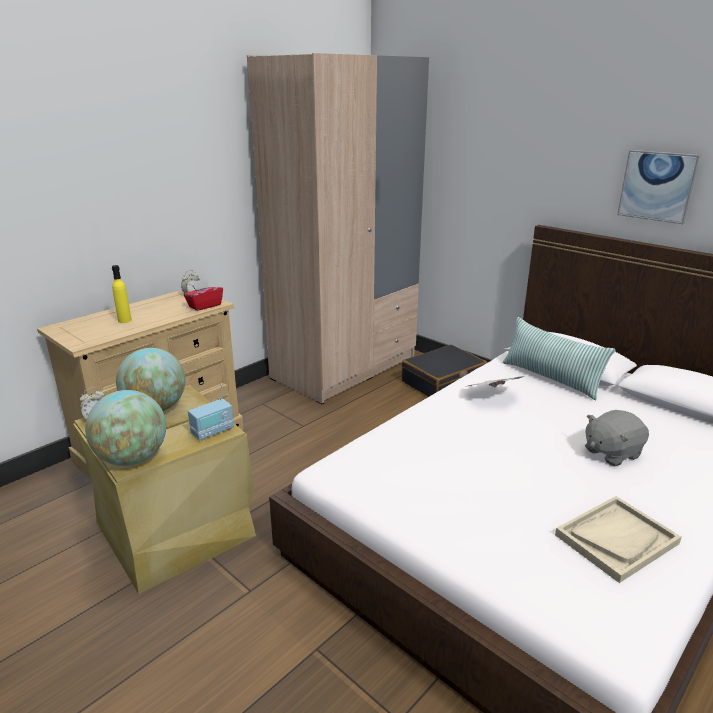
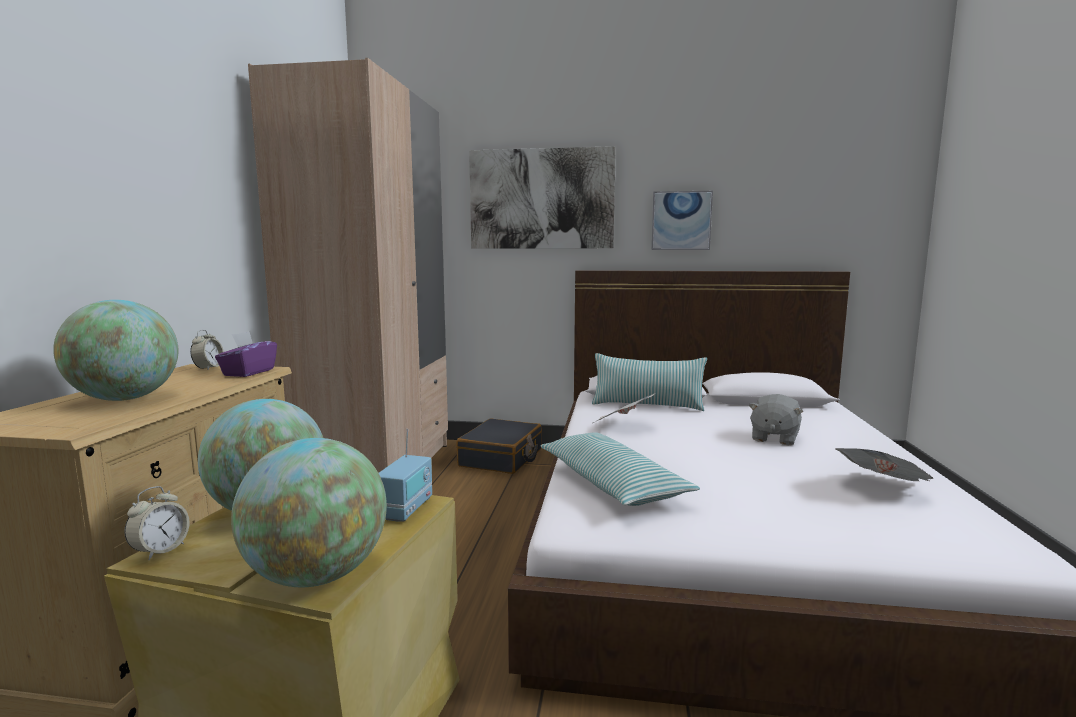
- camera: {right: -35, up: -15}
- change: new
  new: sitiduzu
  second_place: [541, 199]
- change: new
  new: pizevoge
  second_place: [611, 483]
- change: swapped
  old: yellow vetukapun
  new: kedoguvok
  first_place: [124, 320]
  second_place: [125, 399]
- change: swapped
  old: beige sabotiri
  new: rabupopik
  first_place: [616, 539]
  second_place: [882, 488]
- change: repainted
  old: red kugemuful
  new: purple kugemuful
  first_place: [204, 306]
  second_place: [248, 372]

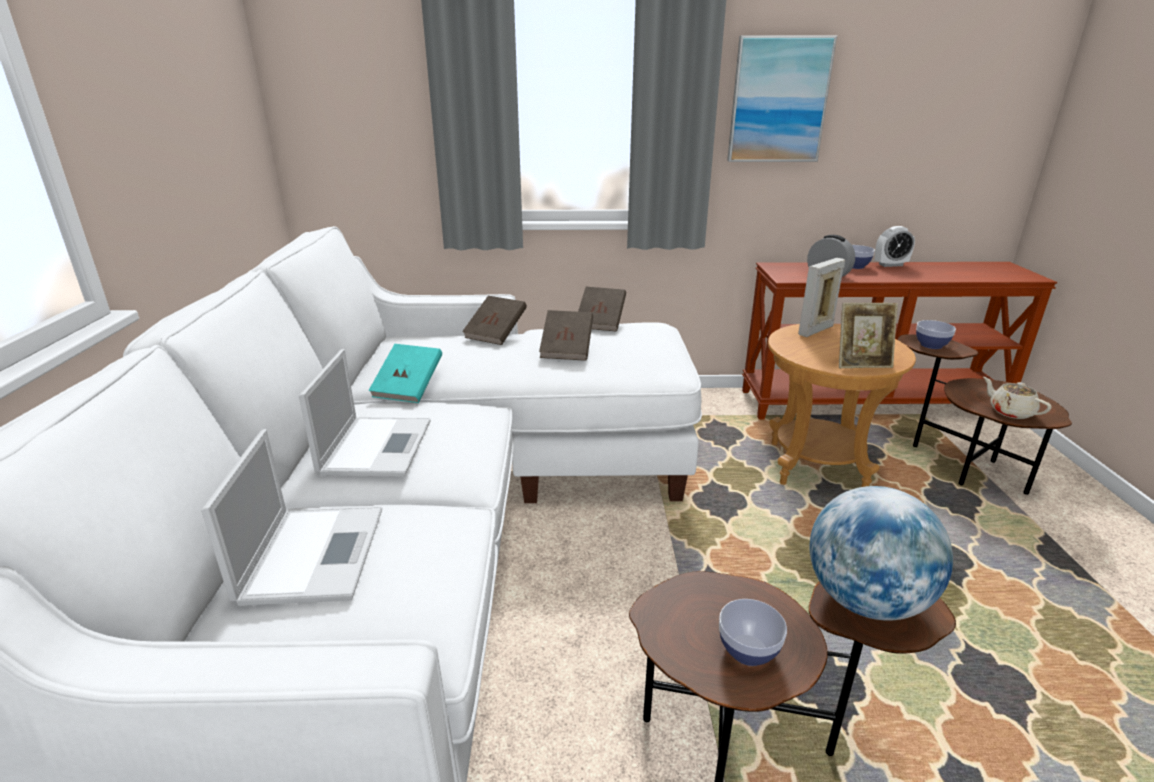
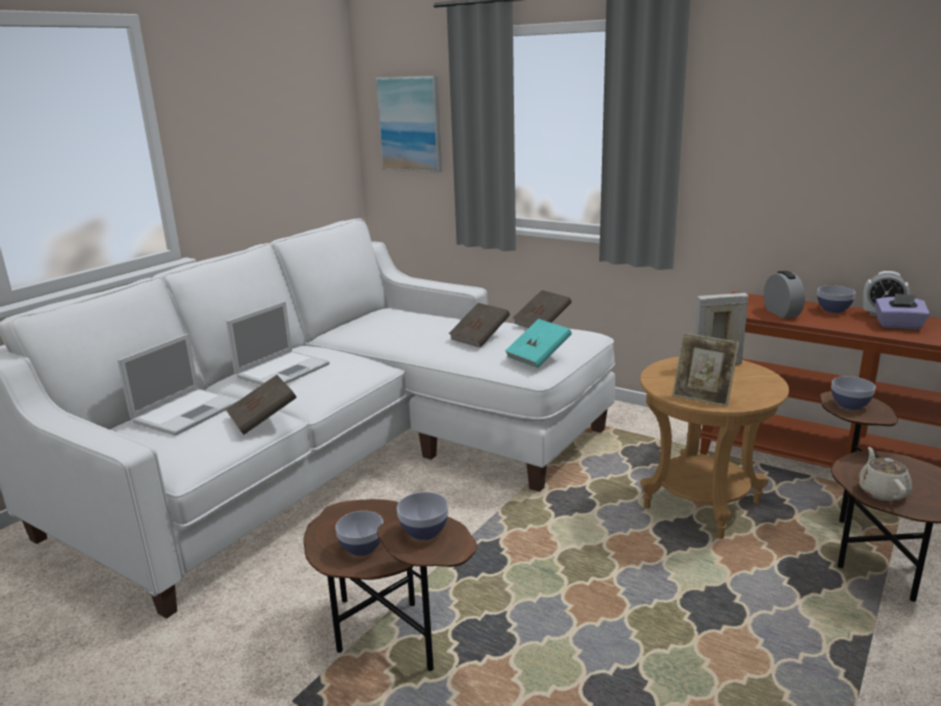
- camera: {right: 35, up: -5}
- change: new
  new: purple kugemuful
  second_place: [899, 325]
- change: shifted
  old: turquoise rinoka
  first_place: [409, 388]
  second_place: [538, 357]
- change: shifted
  old: brown rinoka
  first_place: [496, 334]
  second_place: [263, 419]
- change: shifted
  old: sitiduzu
  first_place: [778, 100]
  second_place: [410, 124]
- change: swapped
  old: kedoguvok
  new: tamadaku
  first_place: [865, 601]
  second_place: [424, 532]

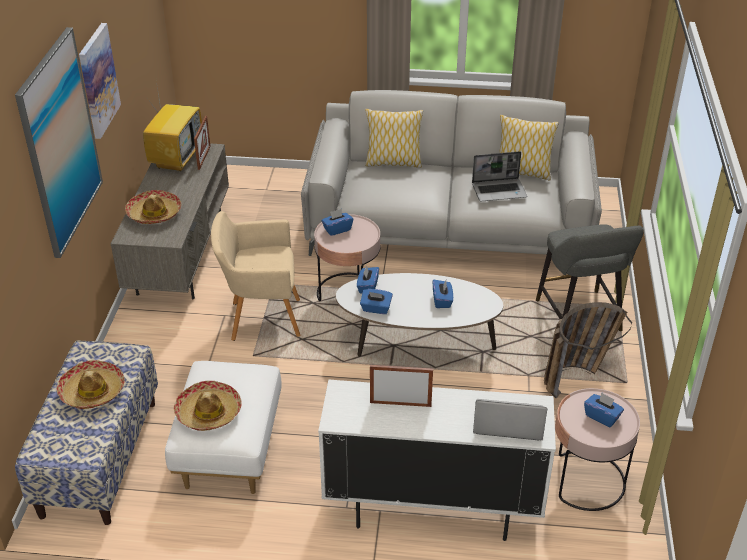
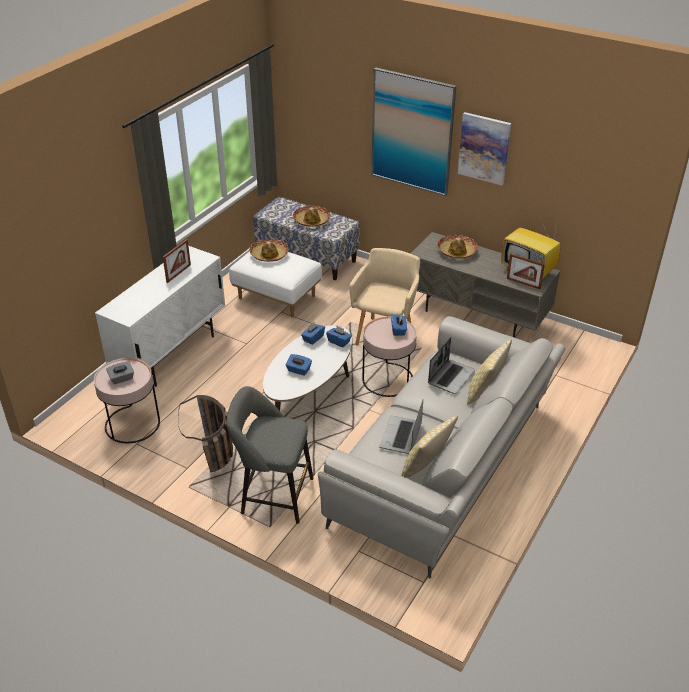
- camera: {right: 115, up: 0}
- change: shifted
  old: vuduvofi
  first_place: [507, 422]
  second_place: [451, 377]
- change: repainted
  old: blue kugemuful
  new: grey kugemuful
  first_place: [602, 416]
  second_place: [122, 378]

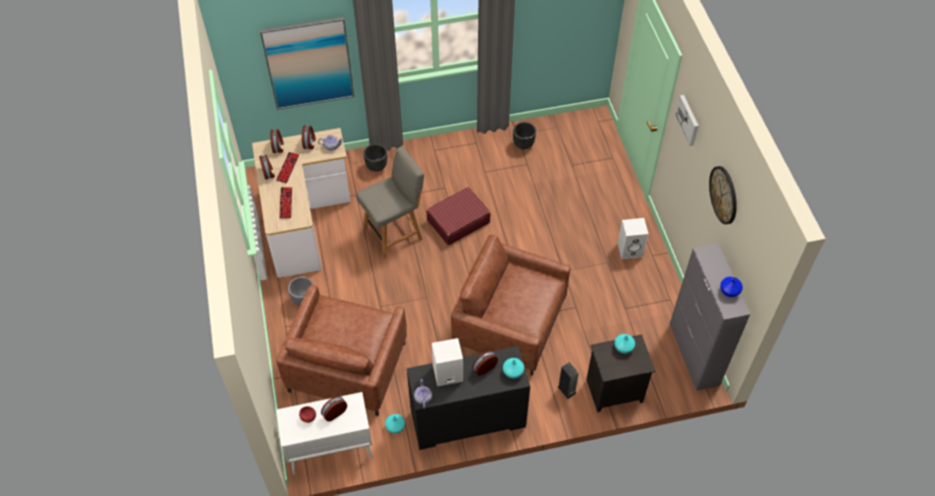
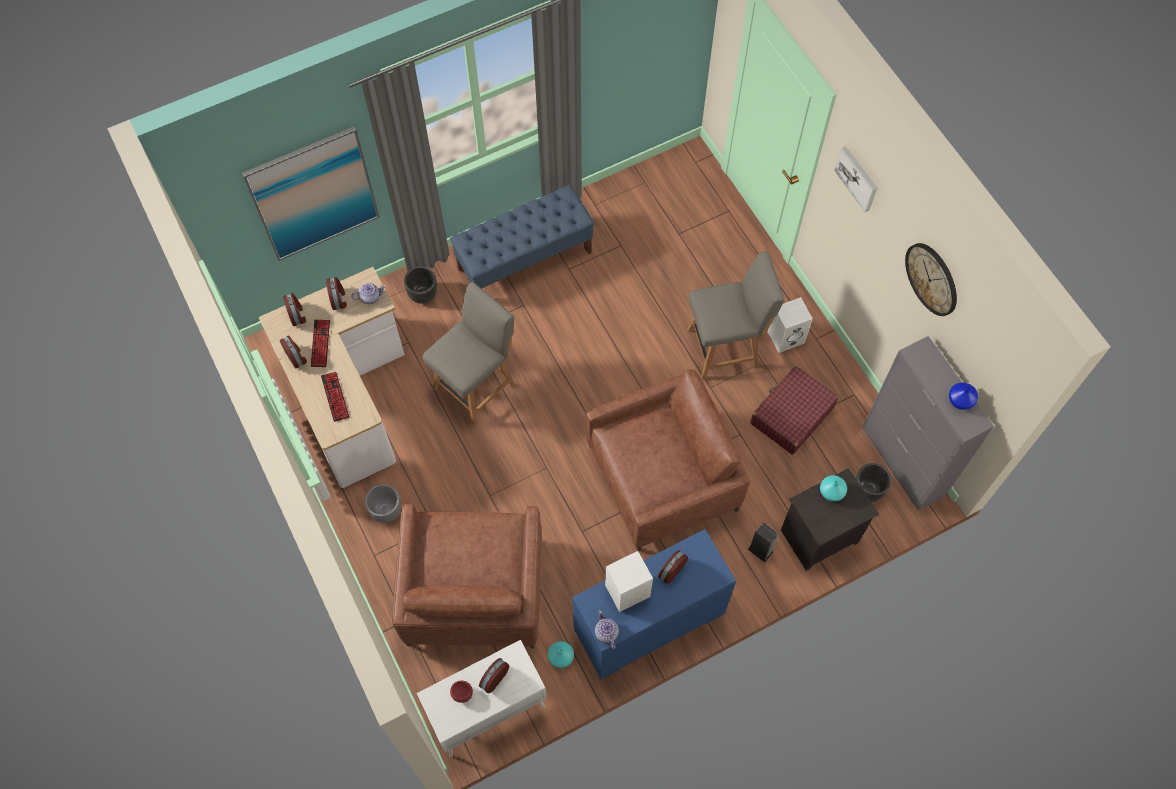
- camera: {right: -15, up: 10}
- change: gone
  old: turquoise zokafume
  first_place: [513, 372]
- change: new
  new: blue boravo
  second_place: [525, 260]
- change: new
  new: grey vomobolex
  second_place: [725, 347]
- change: shifted
  old: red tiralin
  first_place: [458, 221]
  second_place: [791, 415]
- change: shifted
  old: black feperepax
  first_place: [523, 144]
  second_place: [867, 490]
- change: repainted
  old: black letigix
  new: blue letigix
  first_place: [467, 420]
  second_place: [649, 623]
- change: rotated
  old: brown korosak
  first_place: [509, 324]
  second_place: [663, 479]
  degrees: 150

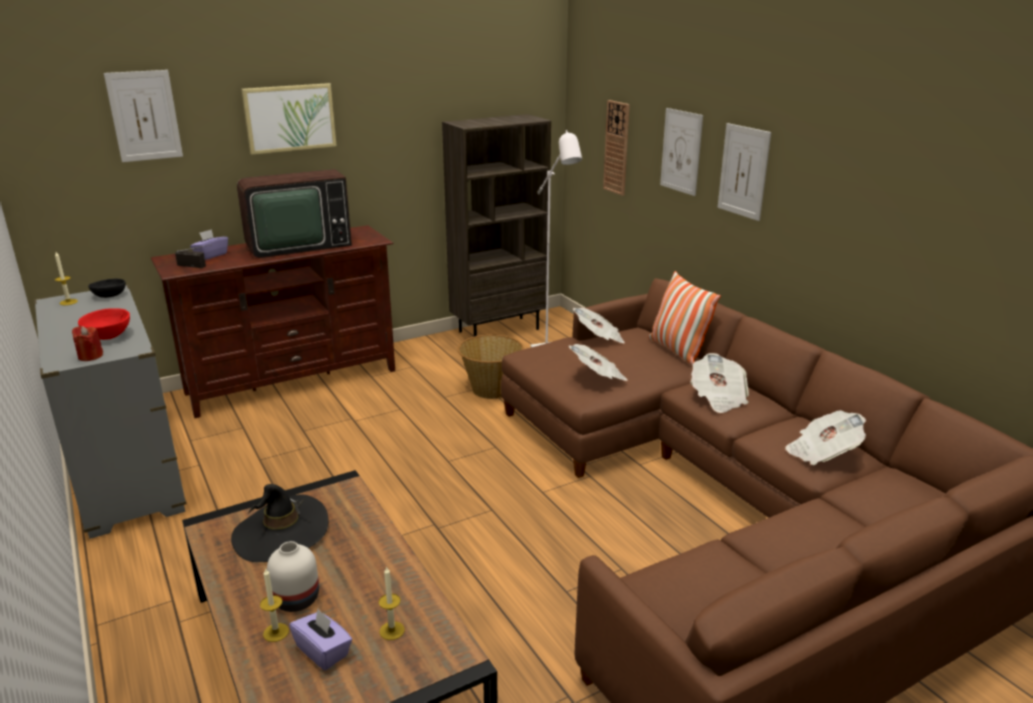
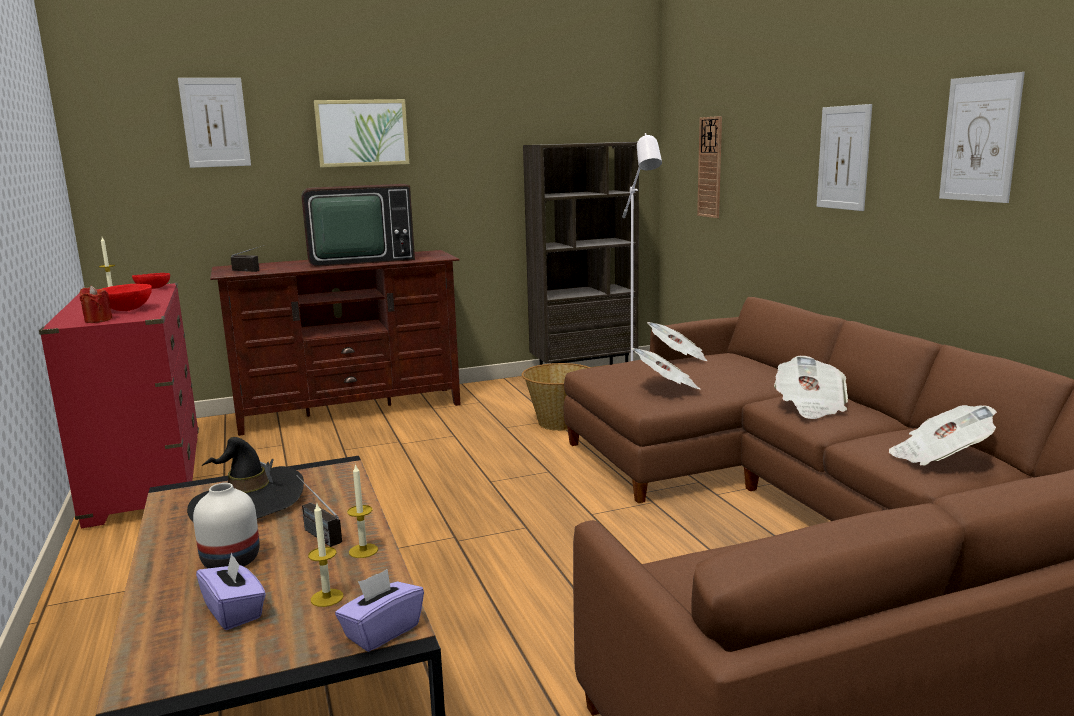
- camera: {right: 10, up: -10}
- change: gone
  old: pizevoge
  first_place: [677, 350]
- change: new
  new: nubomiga
  second_place: [314, 532]
- change: shifted
  old: purple kugemuful
  first_place: [211, 255]
  second_place: [382, 631]
- change: shifted
  old: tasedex
  first_place: [276, 632]
  second_place: [363, 551]
- change: shifted
  old: sitiduzu
  first_place: [681, 151]
  second_place: [980, 139]
- change: repainted
  old: grey letigix
  new: red letigix
  first_place: [126, 476]
  second_place: [147, 479]
- change: repainted
  old: black tamadaku
  new: red tamadaku
  first_place: [109, 295]
  second_place: [153, 288]

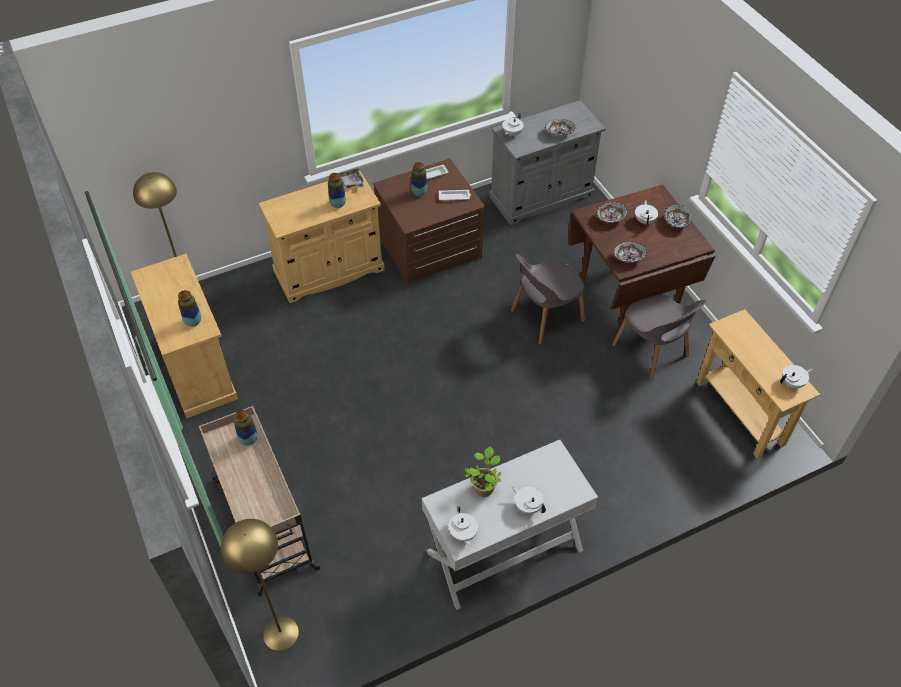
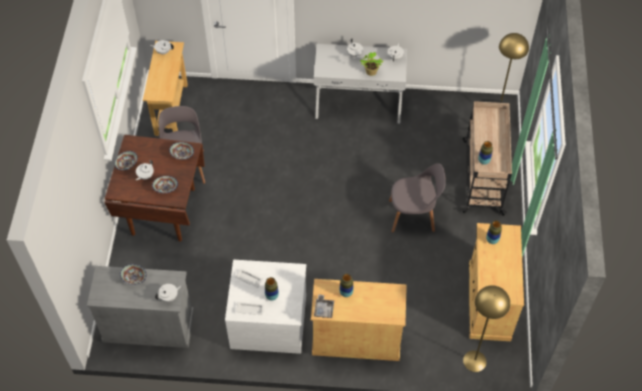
- camera: {right: -150, up: 5}
- change: shifted
  old: grey vomobolex
  first_place: [545, 316]
  second_place: [413, 215]
- change: repainted
  old: brown letigix
  new: white letigix
  first_place: [430, 248]
  second_place: [268, 320]

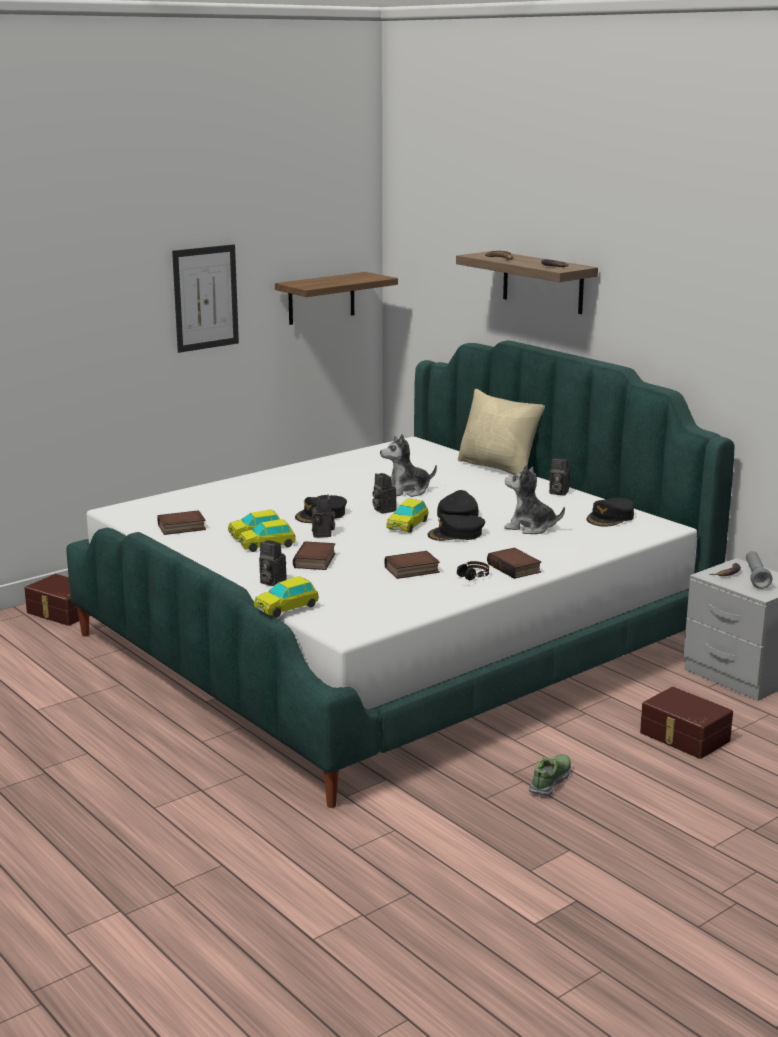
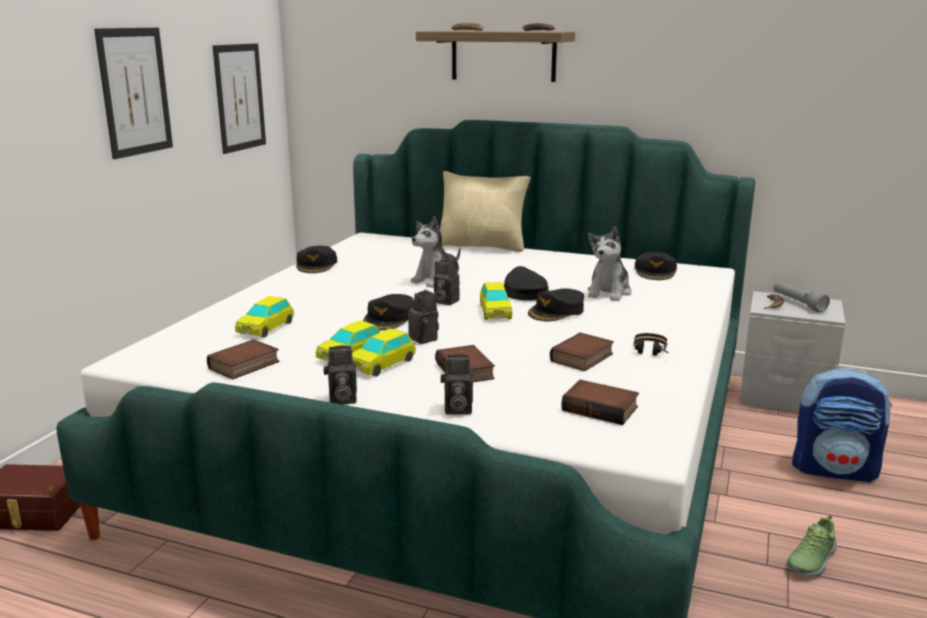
- camera: {right: -30, up: 0}
- change: new
  new: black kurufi
  second_place: [317, 265]
- change: shifted
  old: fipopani
  first_place: [286, 608]
  second_place: [266, 328]
- change: shifted
  old: rinoka
  first_place: [515, 568]
  second_place: [601, 408]
- change: shifted
  old: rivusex
  first_place: [557, 492]
  second_place: [341, 400]
- change: swapped
  old: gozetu
  new: sitiduzu
  first_place: [321, 298]
  second_place: [239, 97]
- change: swapped
  old: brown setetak
  new: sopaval
  first_place: [683, 737]
  second_place: [834, 470]
- change: rotated
  old: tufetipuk
  first_place: [530, 528]
  second_place: [609, 292]
  degrees: -60
- change: rotated
  old: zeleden
  first_place: [550, 781]
  second_place: [810, 560]
  degrees: -135

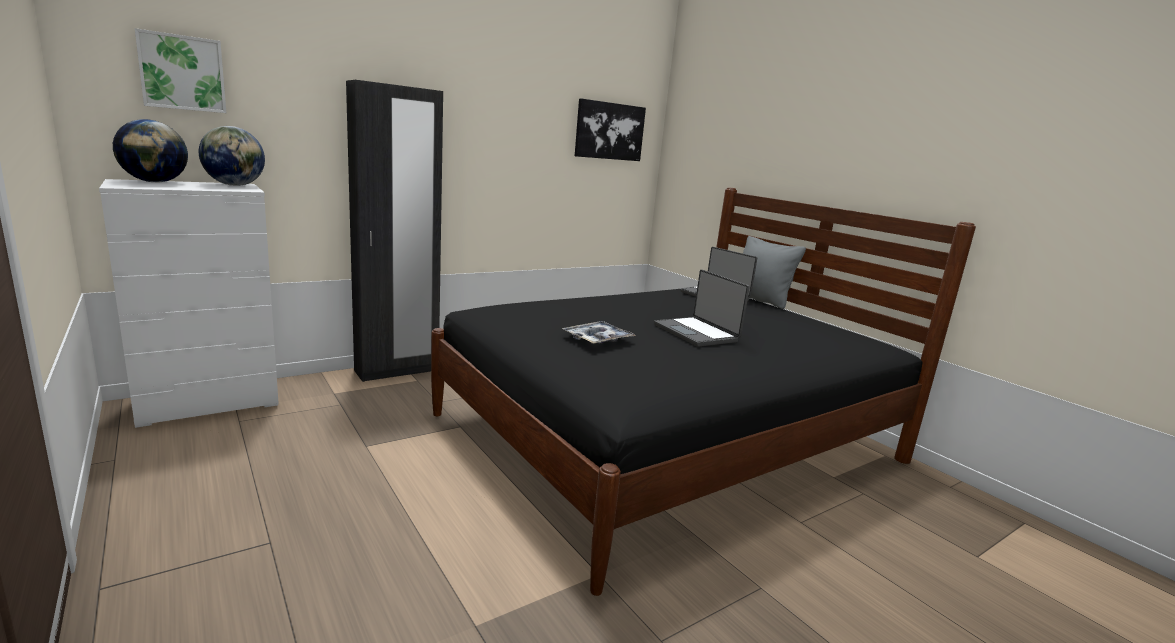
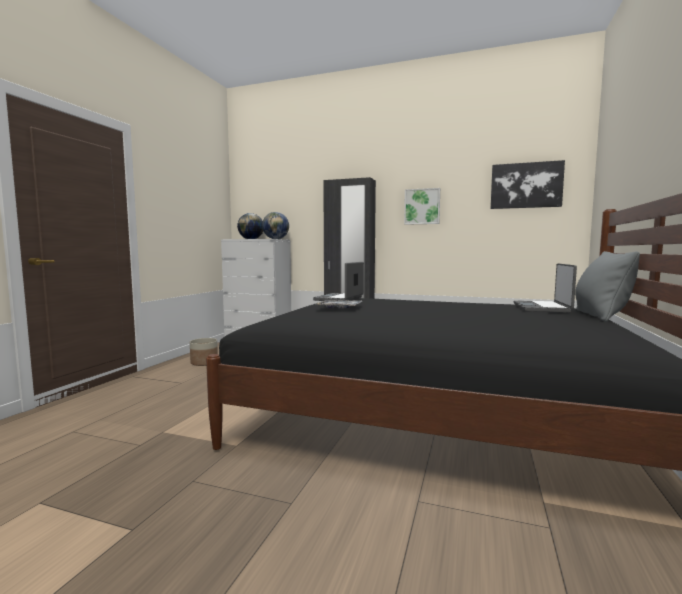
- camera: {right: 55, up: -10}
- change: new
  new: feperepax
  second_place: [204, 362]
- change: shifted
  old: sitiduzu
  first_place: [182, 73]
  second_place: [422, 206]
- change: shifted
  old: vuduvofi
  first_place: [697, 333]
  second_place: [340, 299]

